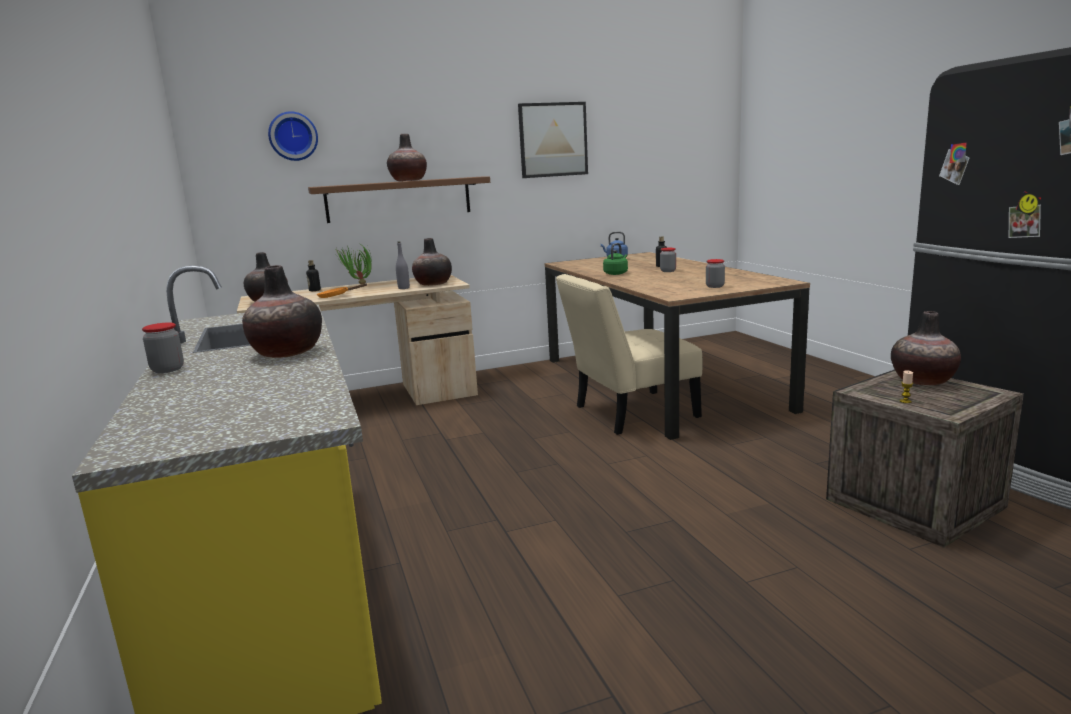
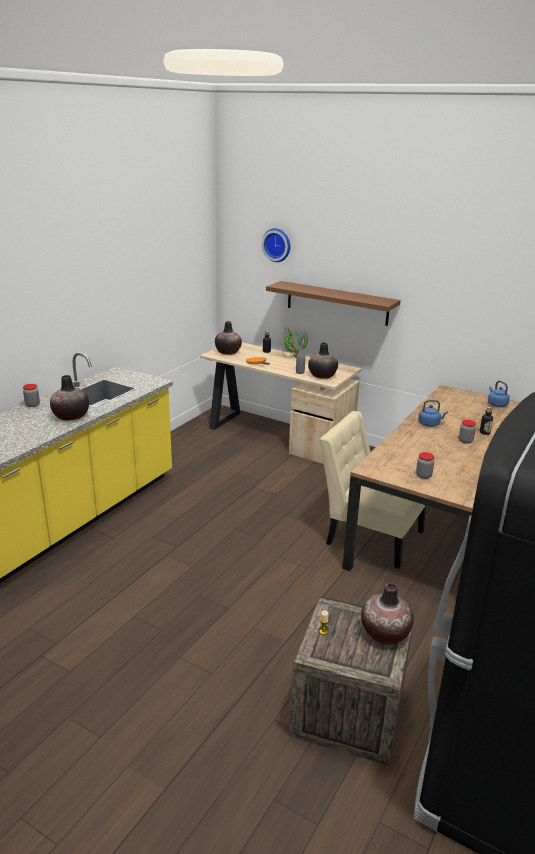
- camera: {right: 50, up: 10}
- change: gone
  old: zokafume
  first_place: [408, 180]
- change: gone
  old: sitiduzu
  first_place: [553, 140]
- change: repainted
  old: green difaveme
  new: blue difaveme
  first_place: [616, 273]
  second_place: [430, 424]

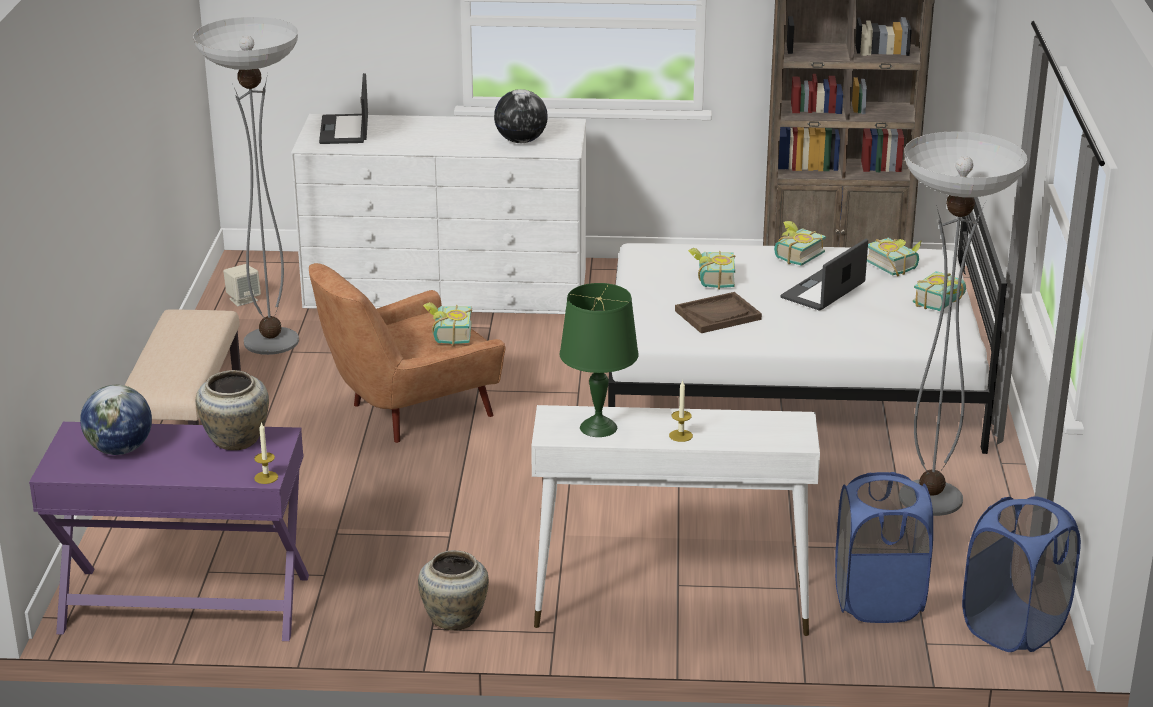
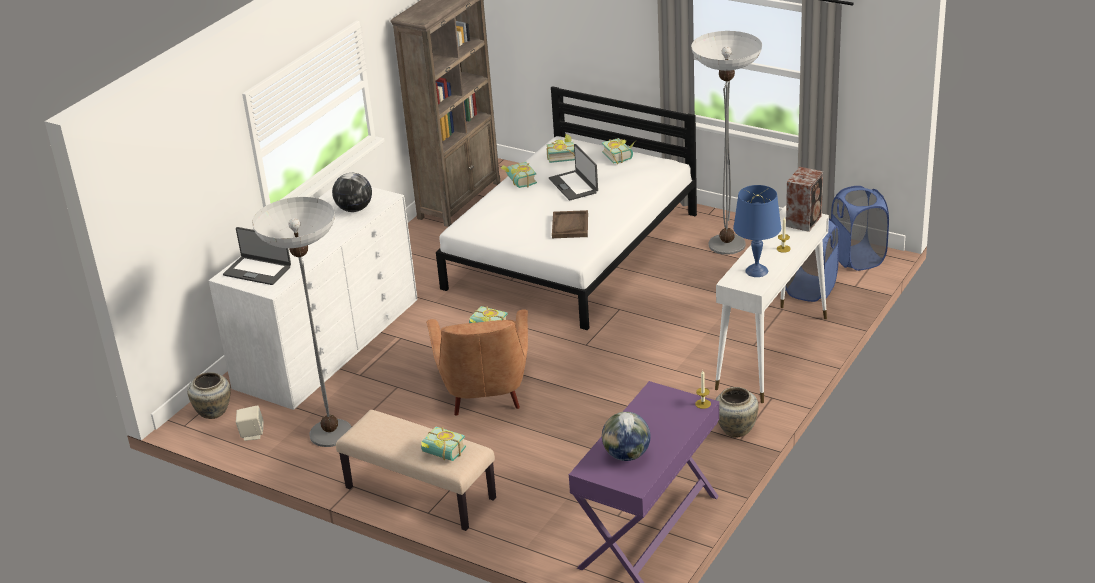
- camera: {right: -60, up: 5}
- change: new
  new: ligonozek
  second_place: [804, 220]
- change: shifted
  old: beige zokafume
  first_place: [235, 441]
  second_place: [214, 412]
- change: shifted
  old: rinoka
  first_place: [711, 280]
  second_place: [442, 454]
- change: repainted
  old: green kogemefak
  new: blue kogemefak
  first_place: [597, 427]
  second_place: [756, 271]

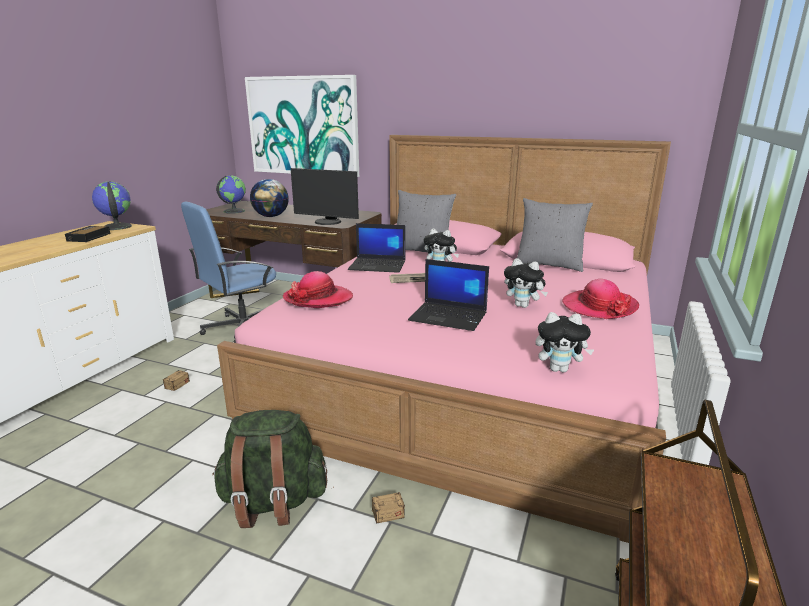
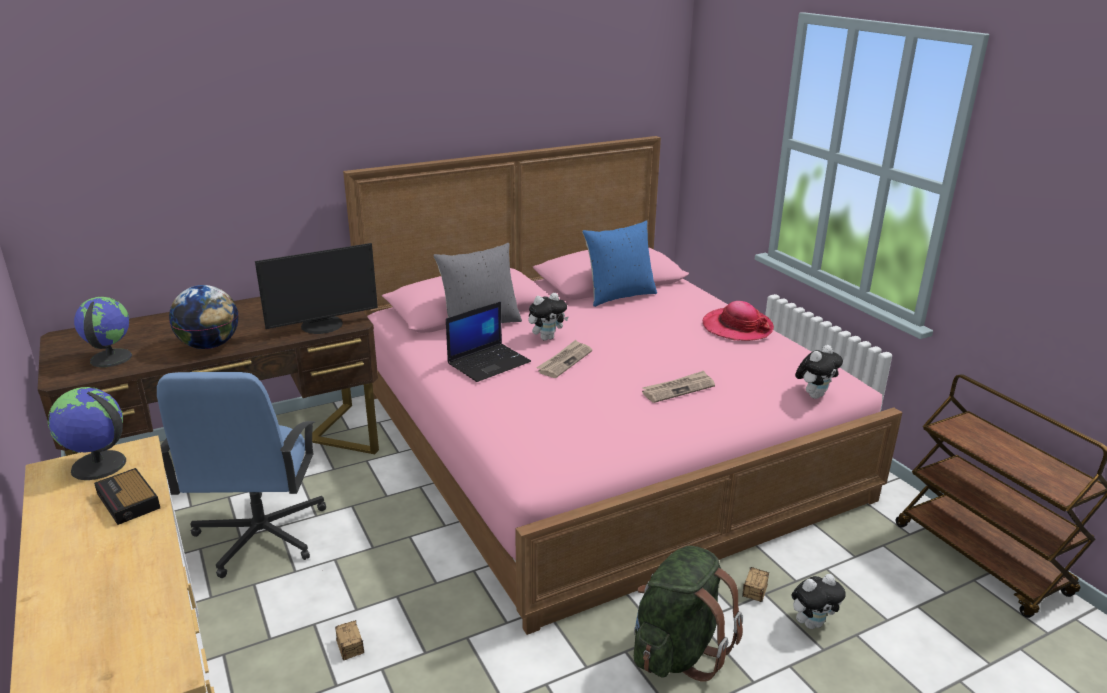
- camera: {right: -50, up: 5}
- change: gone
  old: sitiduzu
  first_place: [303, 126]
- change: gone
  old: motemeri
  first_place: [318, 299]
- change: shifted
  old: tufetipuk
  first_place: [523, 306]
  second_place: [812, 623]
- change: swapped
  old: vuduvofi
  new: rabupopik
  first_place: [449, 317]
  second_place: [678, 389]
- change: repainted
  old: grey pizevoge
  new: blue pizevoge
  first_place: [549, 265]
  second_place: [619, 296]

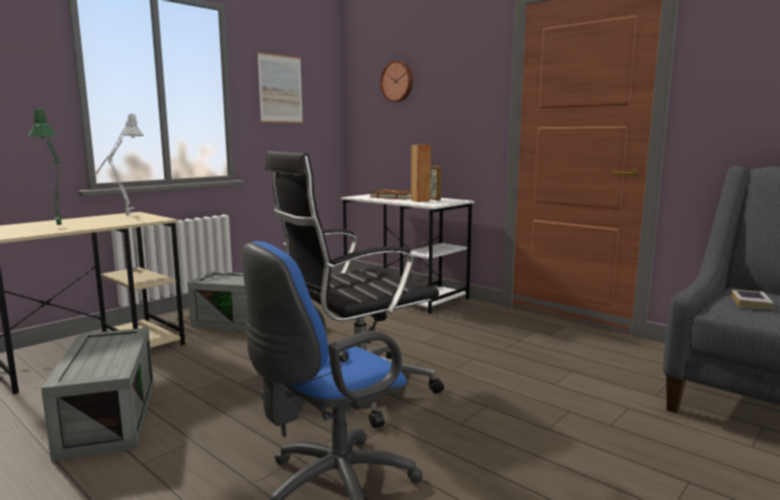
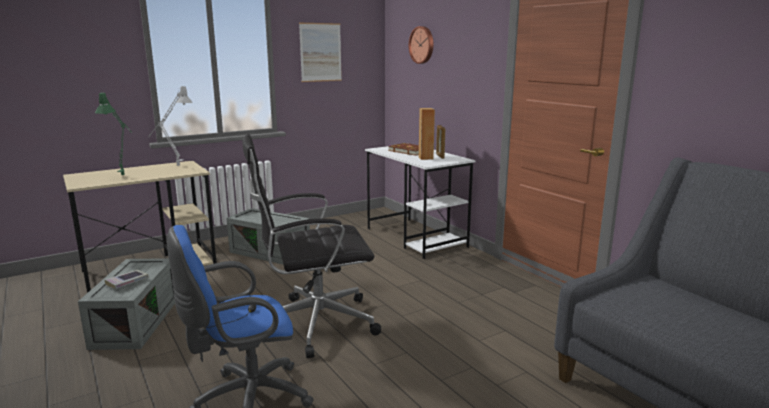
- camera: {right: 15, up: 5}
- change: shifted
  old: rinoka
  first_place: [751, 303]
  second_place: [127, 282]

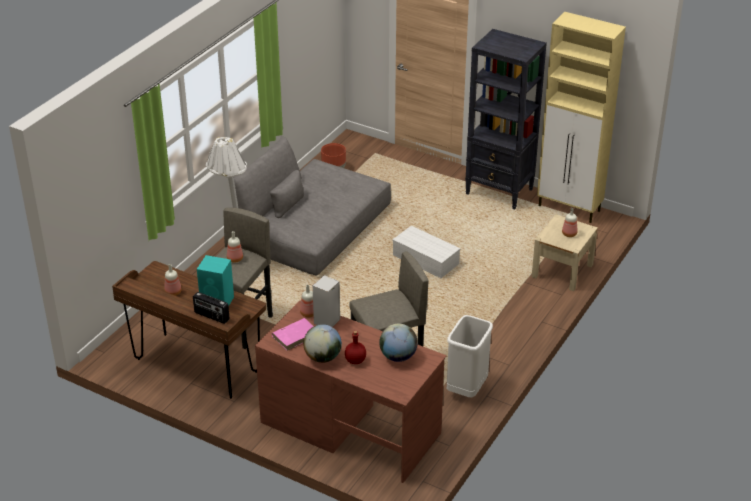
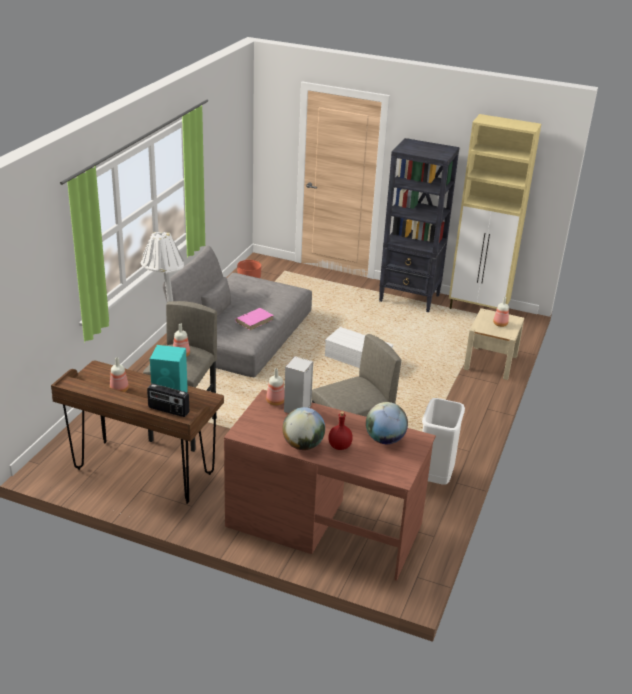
- camera: {right: -10, up: -5}
- change: shifted
  old: pink rinoka
  first_place: [295, 335]
  second_place: [254, 320]

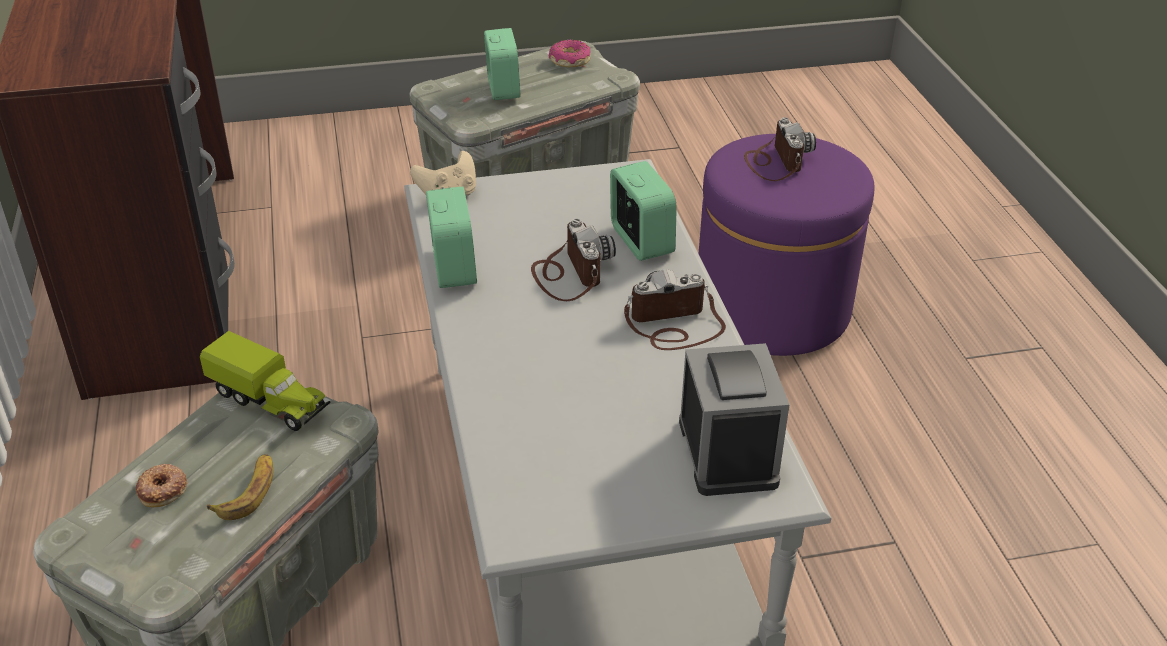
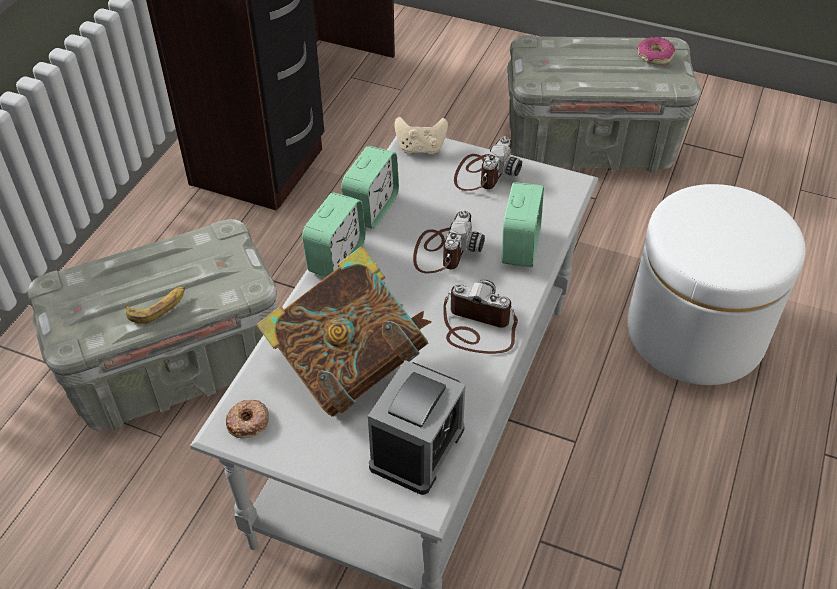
- camera: {right: 35, up: 10}
- change: gone
  old: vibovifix
  first_place: [270, 402]
- change: new
  new: rinoka
  second_place: [349, 366]
- change: shifted
  old: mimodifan
  first_place: [163, 489]
  second_place: [248, 422]
- change: shifted
  old: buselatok
  first_place: [503, 89]
  second_place: [336, 258]
- change: shifted
  old: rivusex
  first_place: [775, 162]
  second_place: [484, 173]
- change: repainted
  old: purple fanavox
  new: white fanavox
  first_place: [772, 309]
  second_place: [695, 332]

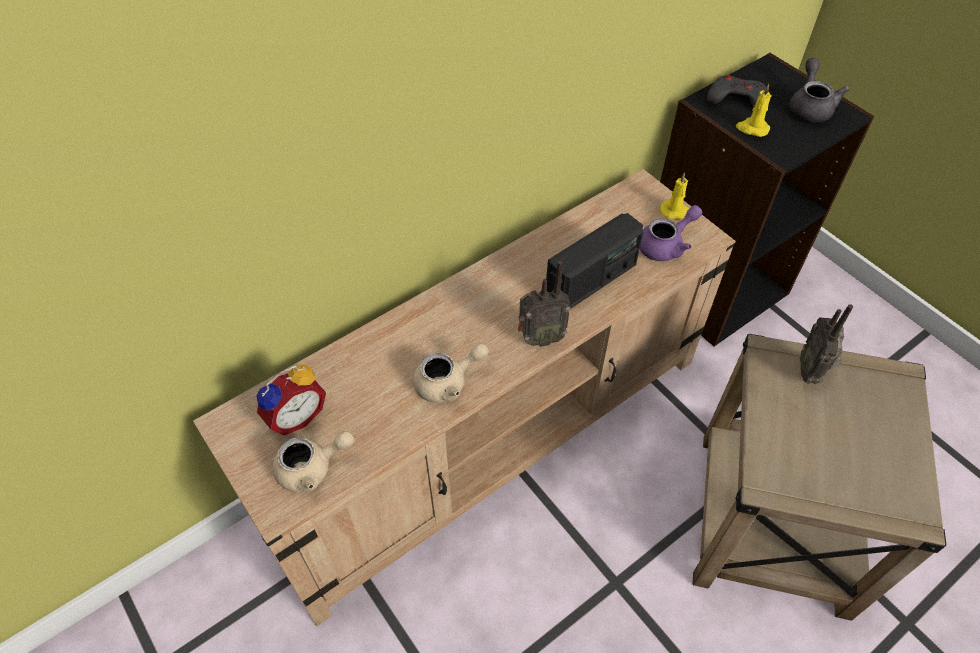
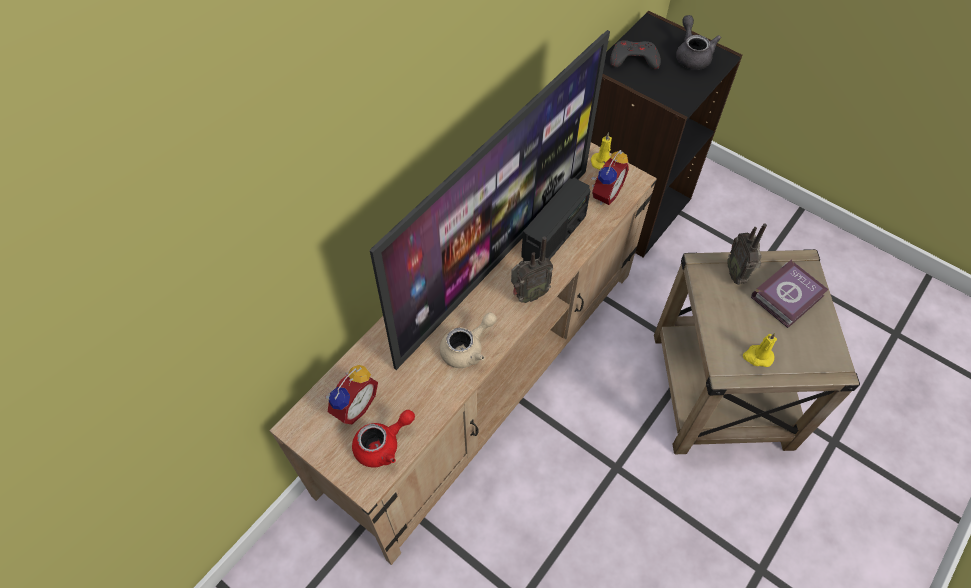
- camera: {right: -15, up: 5}
- change: new
  new: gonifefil
  second_place: [493, 259]
- change: new
  new: rinoka
  second_place: [789, 296]
- change: shifted
  old: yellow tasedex
  first_place: [752, 128]
  second_place: [757, 356]
- change: swapped
  old: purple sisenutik
  new: buselatok
  first_place: [666, 245]
  second_place: [604, 193]
- change: repainted
  old: beige sisenutik
  new: red sisenutik
  first_place: [312, 468]
  second_place: [383, 445]

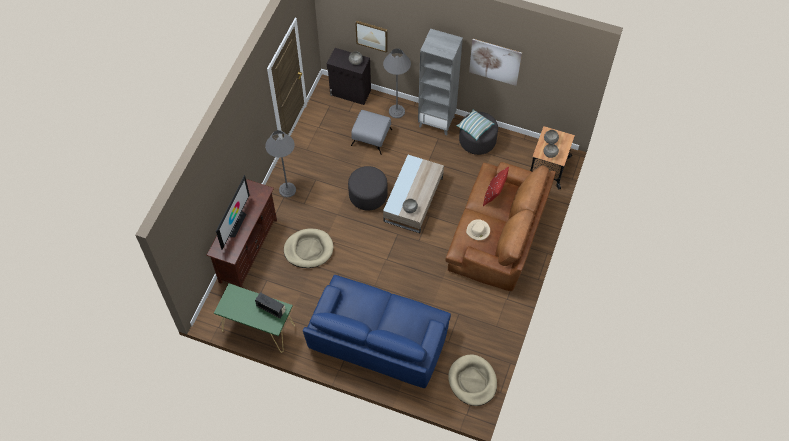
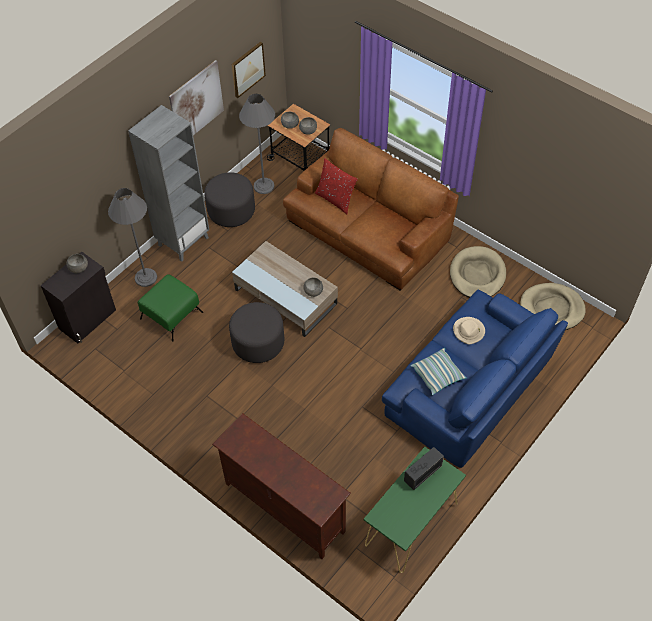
- camera: {right: -70, up: -5}
- change: gone
  old: gonifefil
  first_place: [235, 223]
- change: shifted
  old: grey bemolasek
  first_place: [287, 190]
  second_place: [264, 186]
- change: shifted
  old: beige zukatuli
  first_place: [308, 249]
  second_place: [477, 275]
- change: shifted
  old: sitiduzu
  first_place: [372, 35]
  second_place: [247, 69]
- change: shifted
  old: pizevoge
  first_place: [474, 128]
  second_place: [438, 375]
- change: shifted
  old: beige motemeri
  first_place: [478, 231]
  second_place: [469, 331]
- change: repainted
  old: grey fanavox
  new: green fanavox
  first_place: [371, 137]
  second_place: [171, 315]

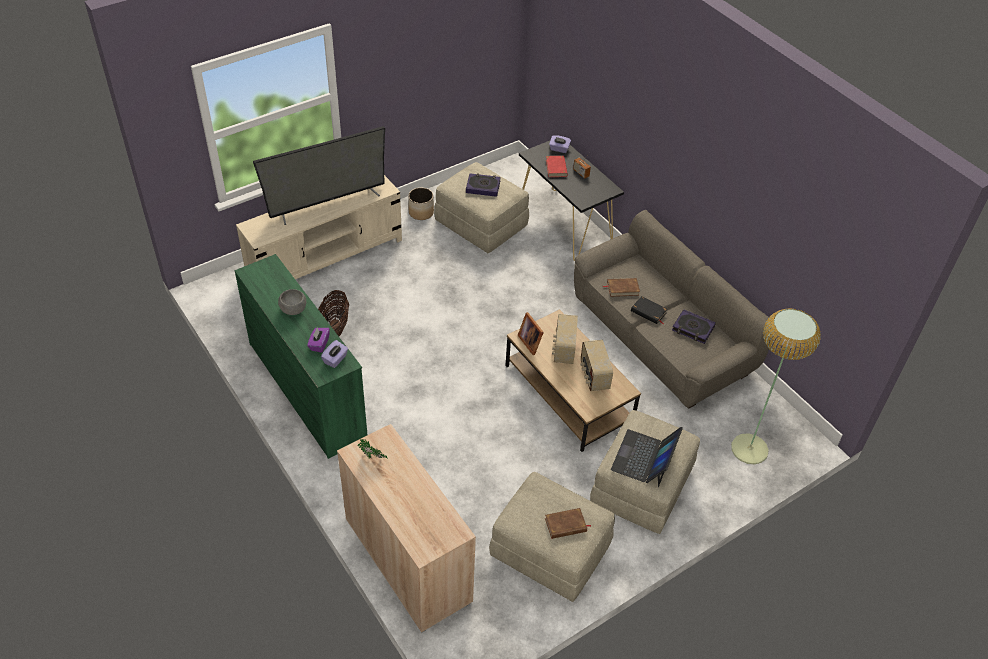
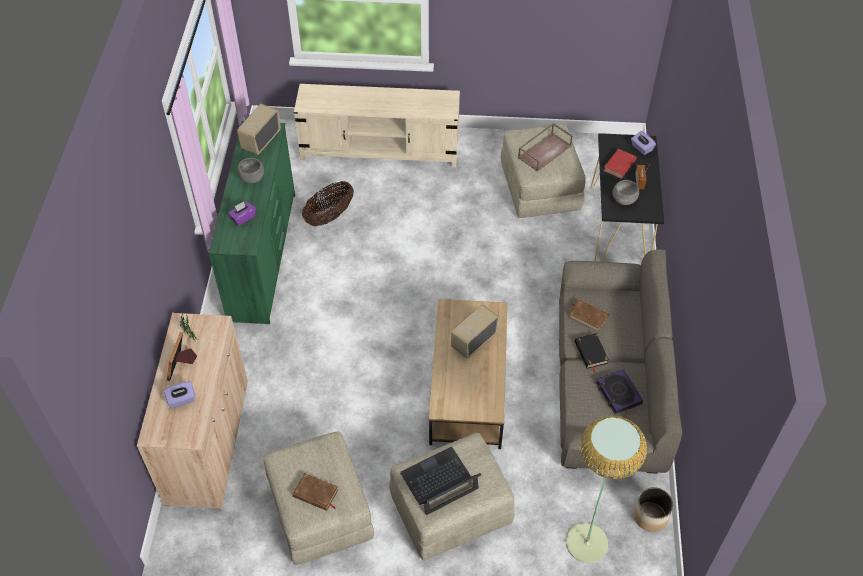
- camera: {right: 40, up: 5}
- change: gone
  old: gonifefil
  first_place: [327, 203]
- change: new
  new: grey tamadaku
  second_place: [624, 200]
- change: shifted
  old: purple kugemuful
  first_place: [335, 359]
  second_place: [181, 400]
- change: shifted
  old: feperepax
  first_place: [421, 213]
  second_place: [650, 517]
- change: shifted
  old: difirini
  first_place: [531, 342]
  second_place: [181, 365]
- change: shifted
  old: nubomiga
  first_place: [594, 376]
  second_place: [261, 140]
- change: swapped
  old: rinoka
  new: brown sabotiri
  first_place: [483, 187]
  second_place: [544, 151]

